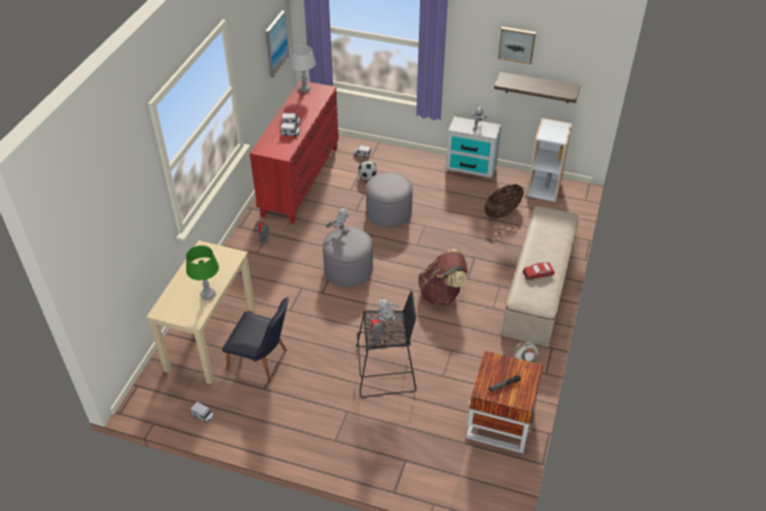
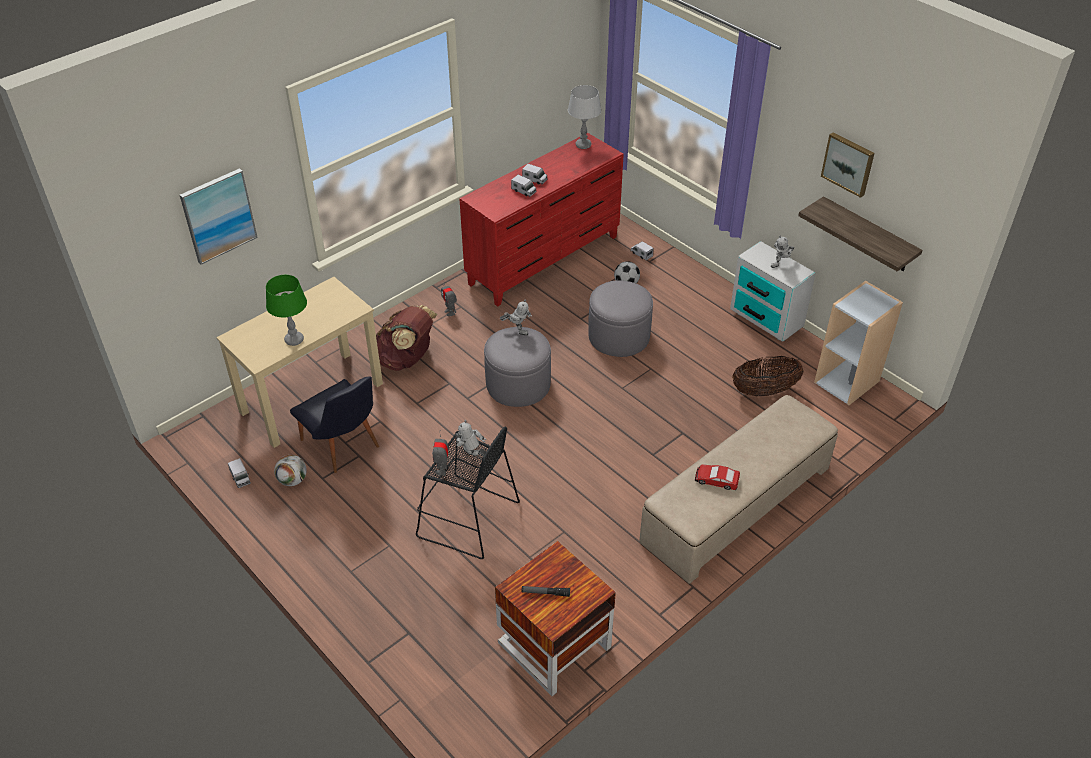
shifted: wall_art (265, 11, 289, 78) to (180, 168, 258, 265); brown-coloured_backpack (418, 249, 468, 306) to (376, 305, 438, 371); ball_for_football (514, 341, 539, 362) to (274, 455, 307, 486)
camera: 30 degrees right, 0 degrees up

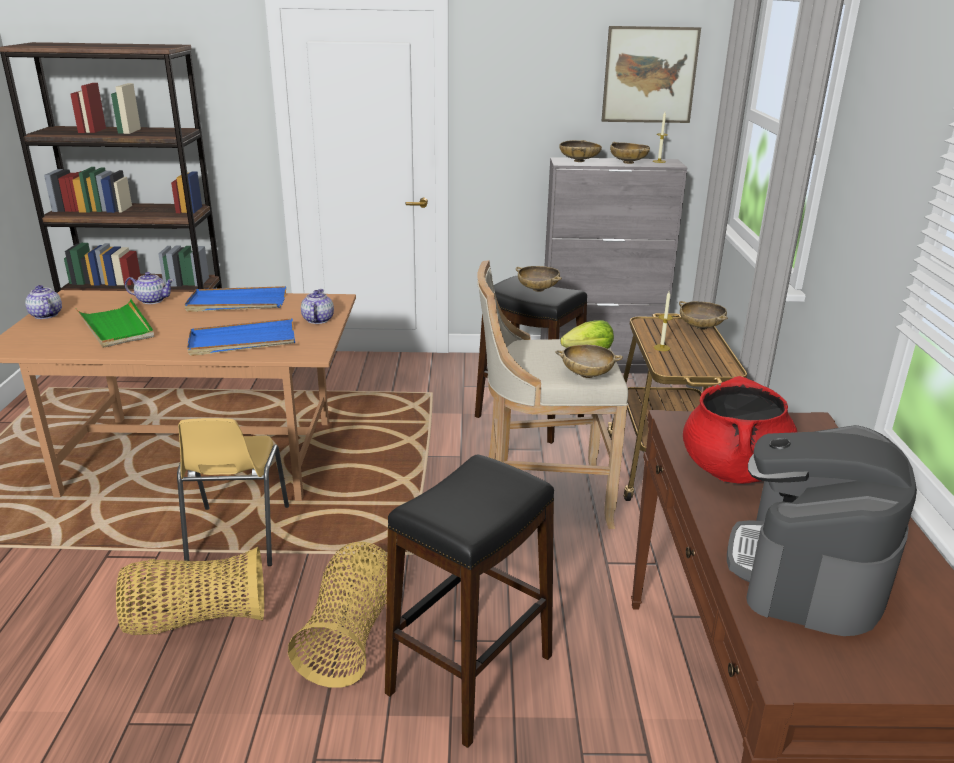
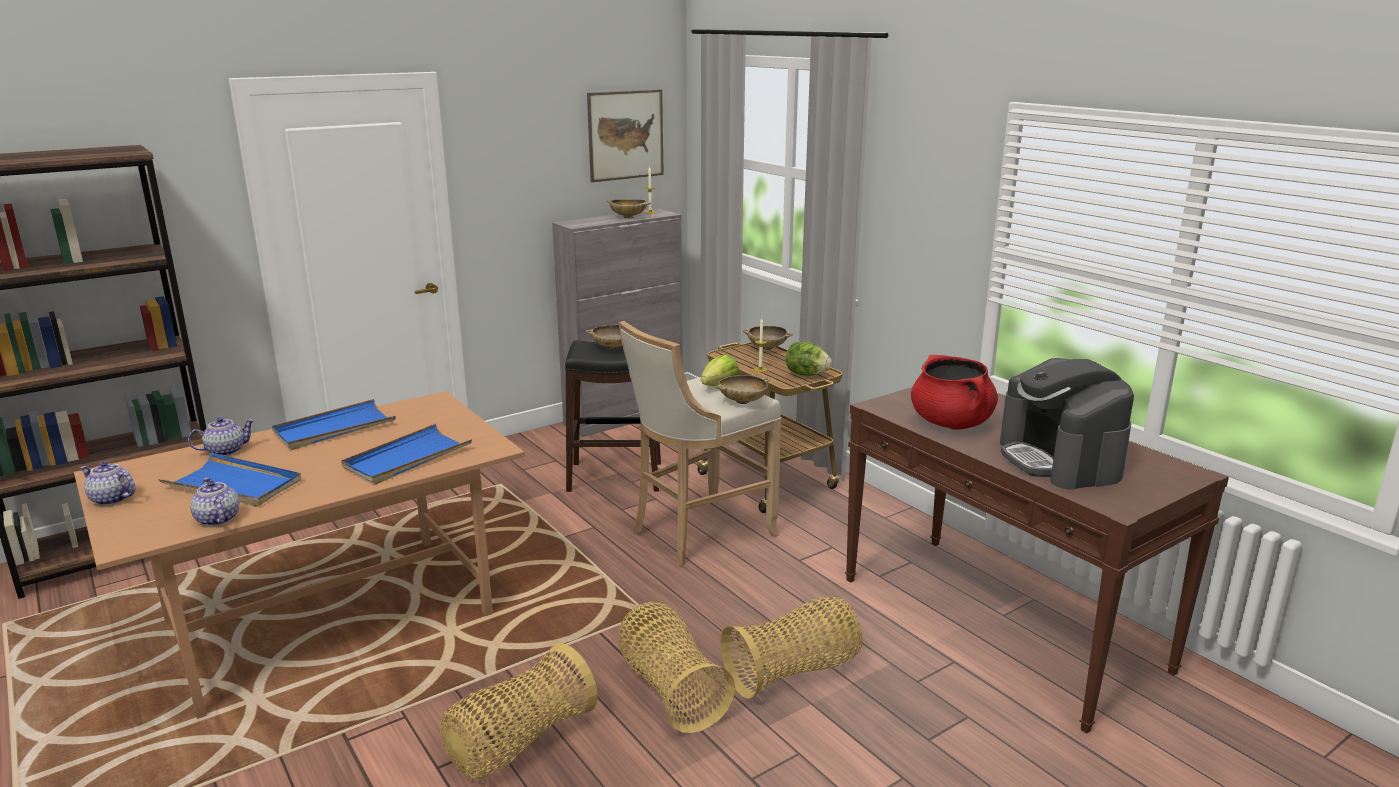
gone: yellow_chair (177, 418, 289, 568); beige-coloured_serving_bowl (559, 140, 602, 162)
new: lettuce (786, 342, 832, 376)
shifted: pot_for_tea (301, 289, 334, 324) to (190, 478, 239, 526)
swapped: blackish_stool_seat (385, 455, 554, 748) to basket (720, 596, 862, 699)
repainted: green_serving_tray (76, 299, 154, 348) to blue-coloured_serving_tray (158, 453, 301, 507)
camera: 35 degrees left, 5 degrees down

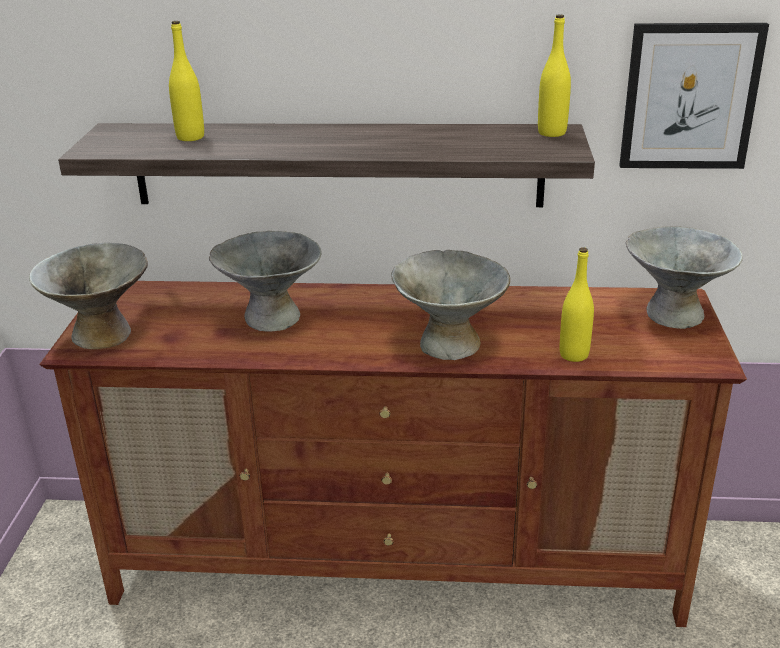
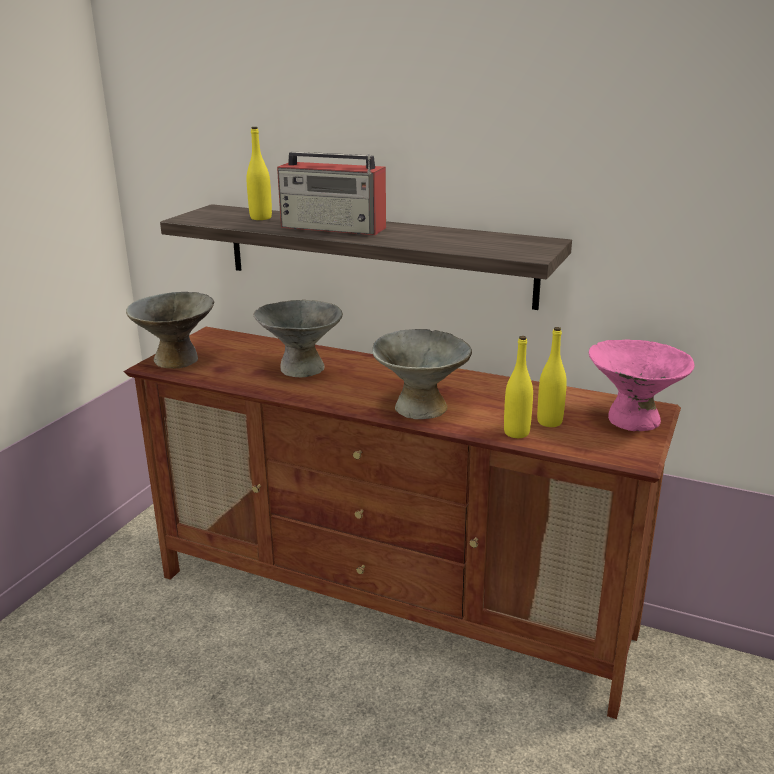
gone: wall_art (619, 23, 769, 169)
new: radio (277, 152, 386, 235)
shifted: yellow_beverage_bottle (538, 14, 571, 137) to (537, 327, 567, 427)
repainted: gray_serving_bowl (626, 226, 743, 329) to pink-coloured_serving_bowl (589, 340, 694, 431)
camera: 20 degrees right, 5 degrees down

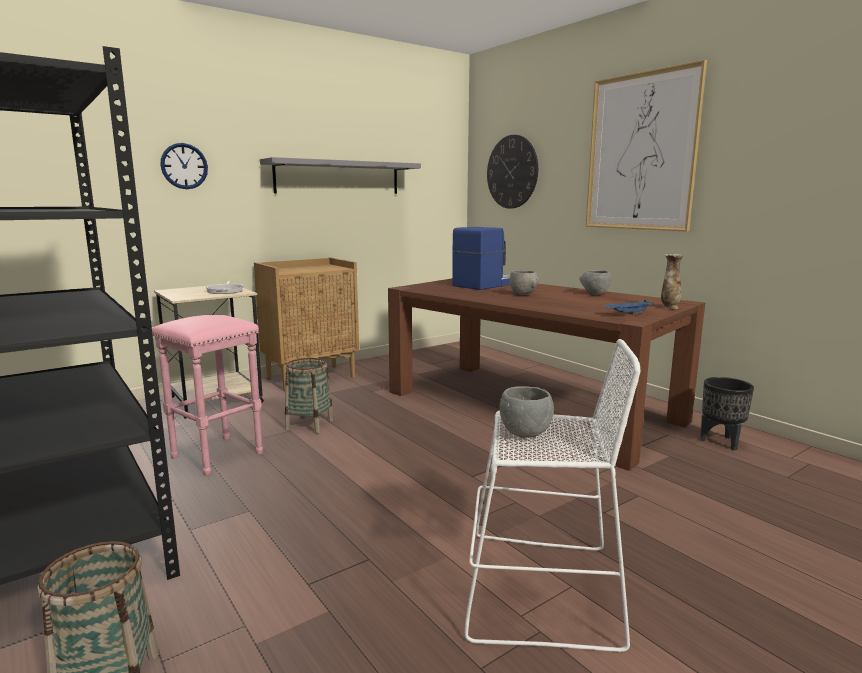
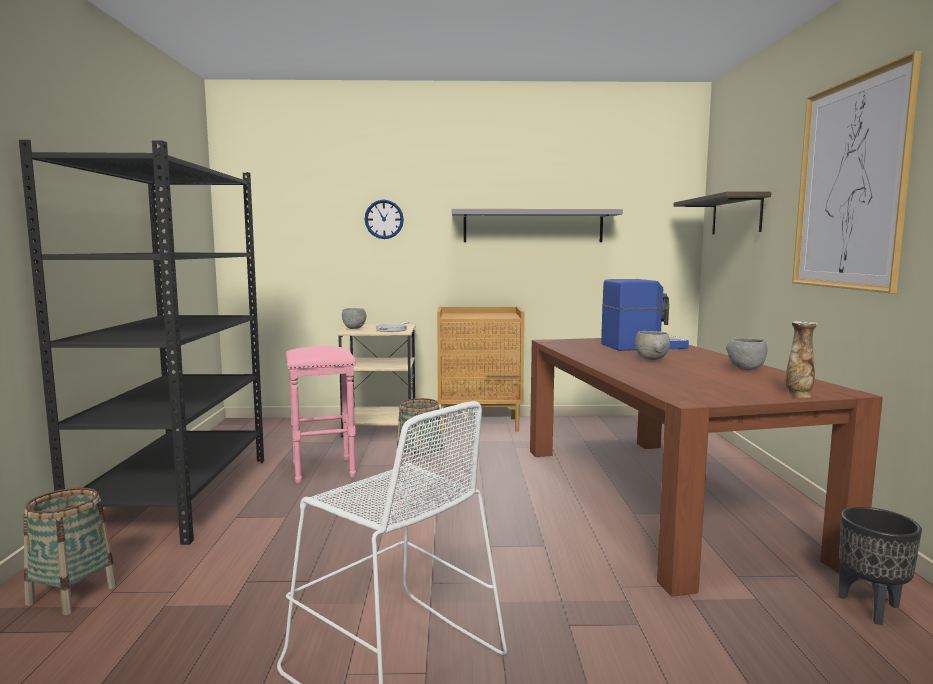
gone: blue-coloured_serving_tray (604, 300, 654, 315)
shifted: gray_serving_bowl (500, 386, 554, 438) to (342, 308, 367, 329)
swapped: wall_clock (487, 135, 538, 209) to wall_shelf (674, 192, 771, 234)
camera: 35 degrees right, 5 degrees down

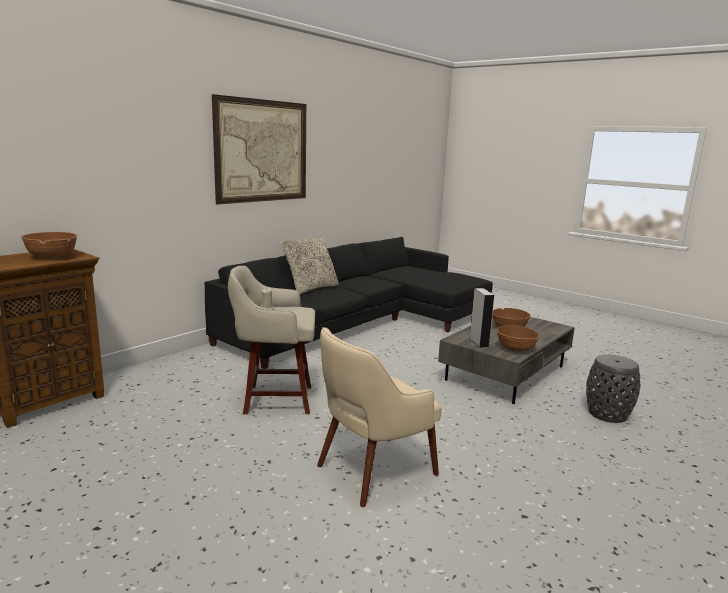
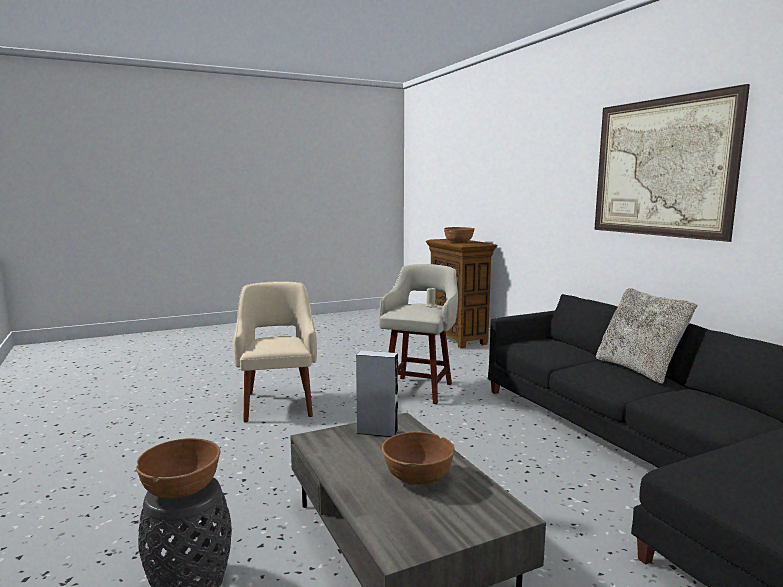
shifted: brown-coloured_serving_bowl (497, 325, 539, 352) to (136, 438, 220, 499)
camera: 115 degrees right, 5 degrees down

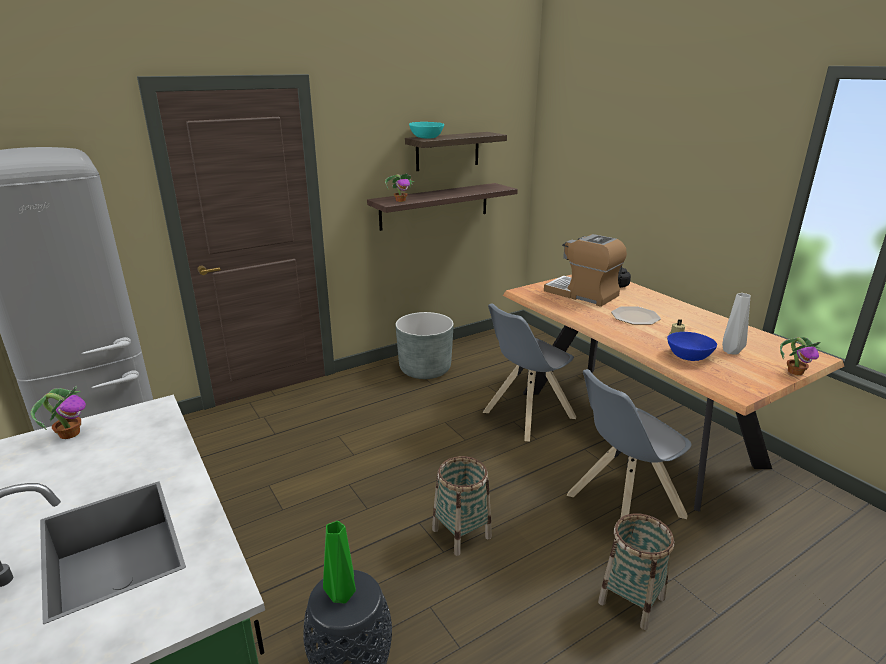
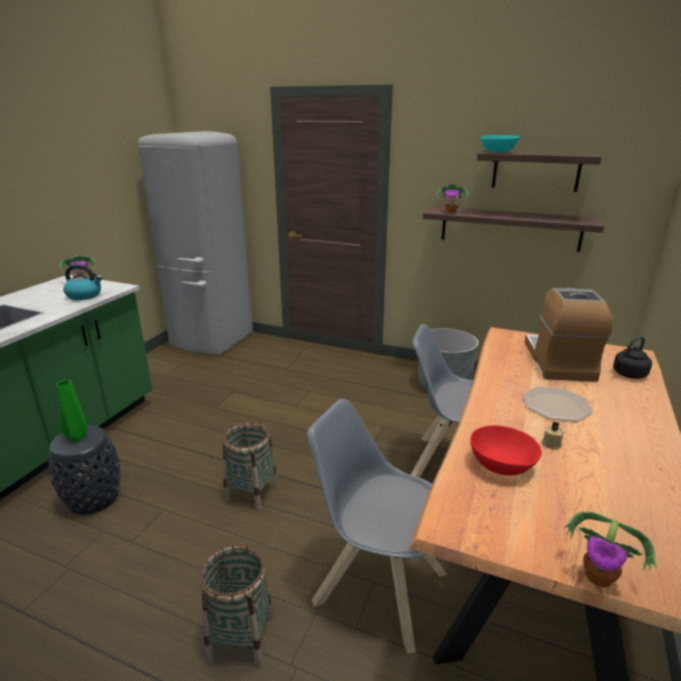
gone: gray_decorative_vase (722, 293, 750, 355)
new: water_kettle (63, 264, 102, 300)
repainted: blue-coloured_serving_bowl (667, 332, 717, 361) to red-coloured_serving_bowl (470, 425, 542, 475)
camera: 55 degrees right, 0 degrees up

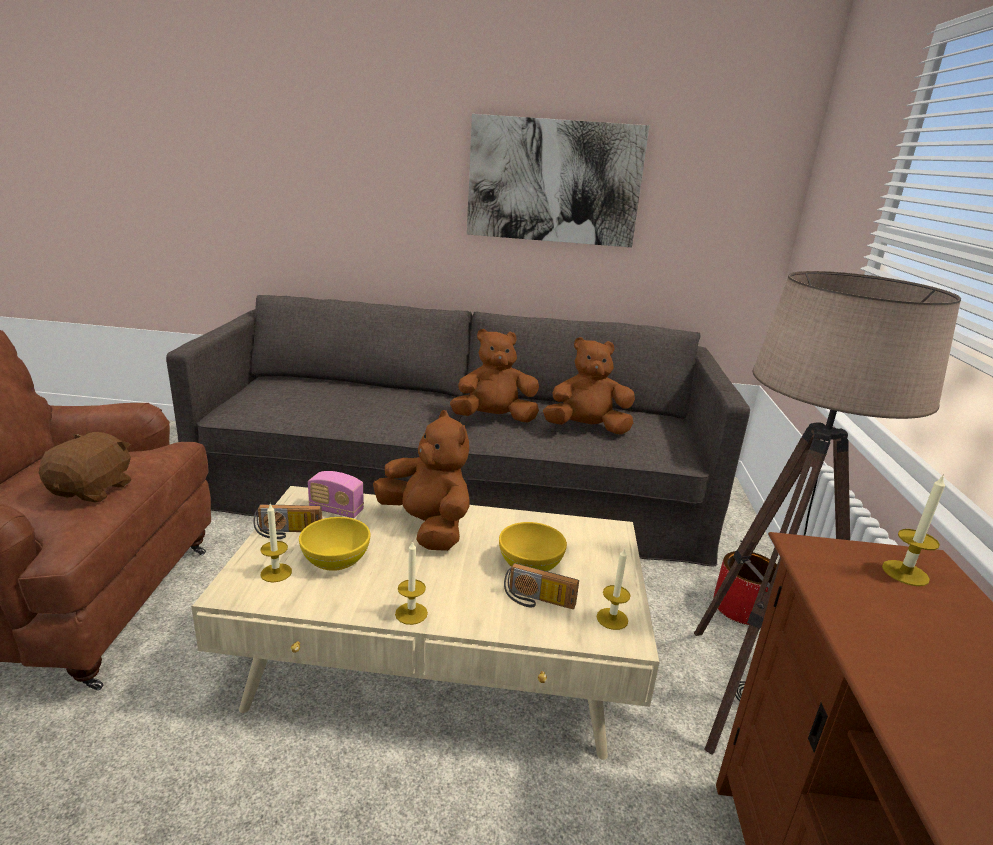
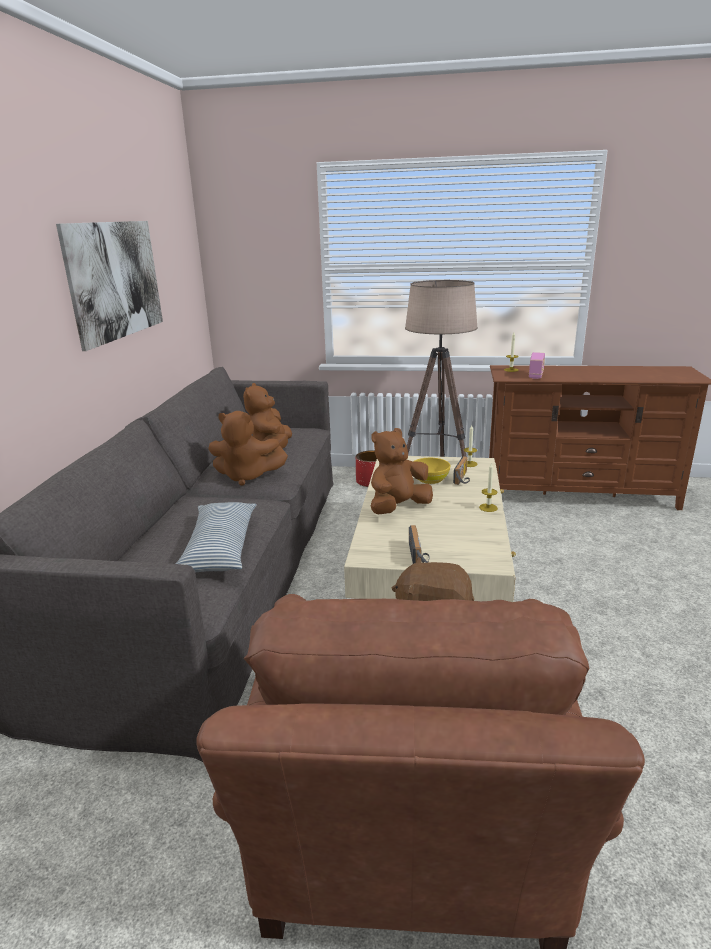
gone: candle (261, 504, 292, 582); yellow_serving_bowl (299, 517, 370, 571)
new: pillow (176, 502, 256, 572)
shifted: radio (308, 471, 364, 518) to (529, 352, 545, 379)
rotated: brown-coloured_plush_toy (450, 329, 539, 423) = (208, 411, 288, 486) 75 degrees counterclockwise
camera: 85 degrees left, 0 degrees up

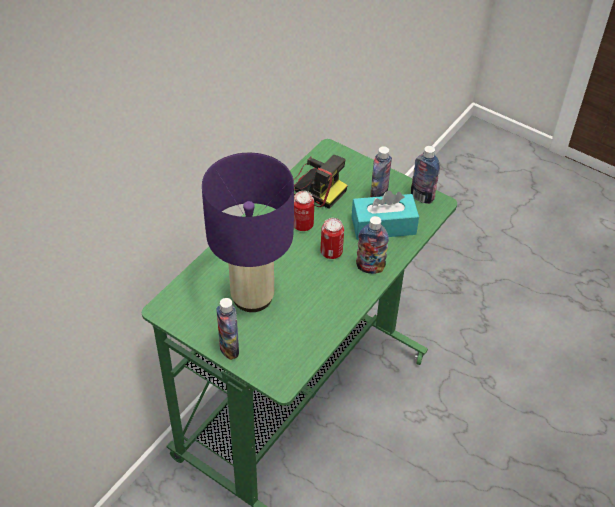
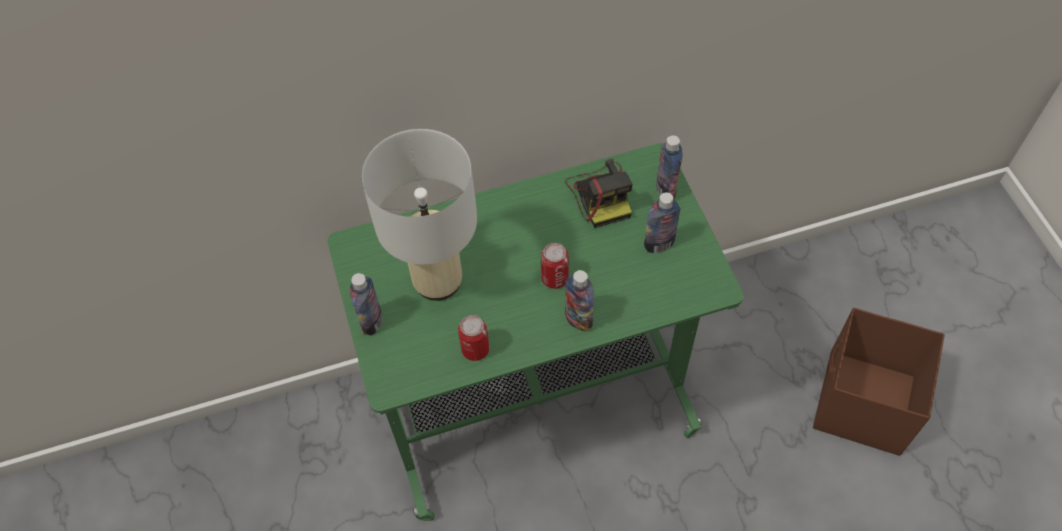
gone: blue-green_tissue_box (352, 190, 419, 240)
new: brown-coloured_storage_box (813, 308, 945, 456)
shifted: metal_can (294, 191, 314, 231) to (458, 315, 489, 361); beverage_bottle (411, 146, 440, 204) to (656, 135, 683, 200)
repainted: purple-coloured_table_lamp (202, 153, 294, 312) to white_table_lamp (362, 128, 477, 301)
camera: 40 degrees right, 10 degrees up

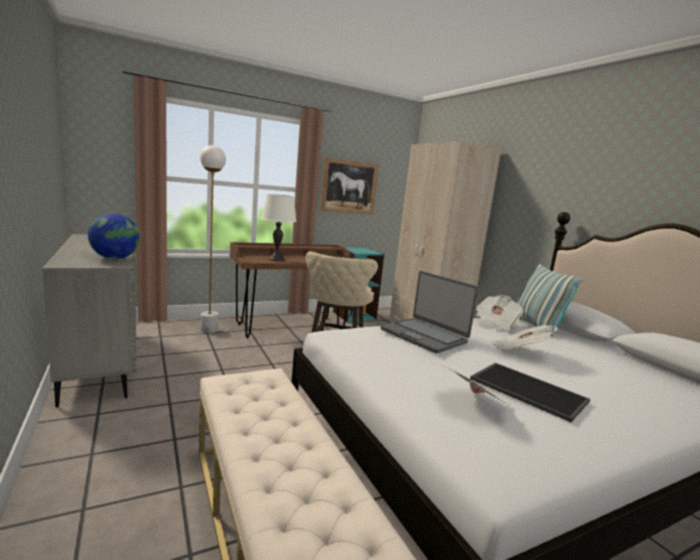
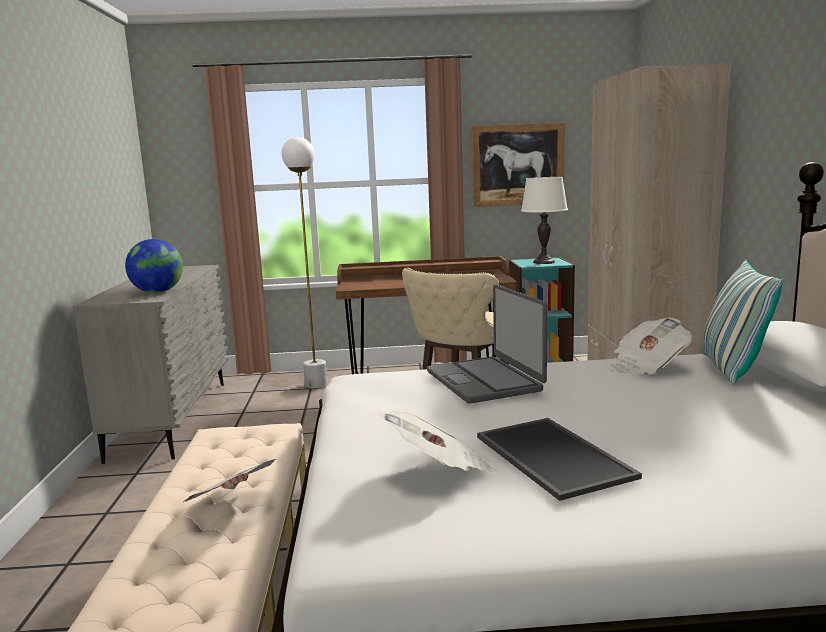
shifted: white_table_lamp (261, 194, 297, 261) to (521, 177, 568, 264); daily_paper (492, 325, 558, 351) to (183, 459, 276, 502)
camera: 25 degrees right, 0 degrees up

